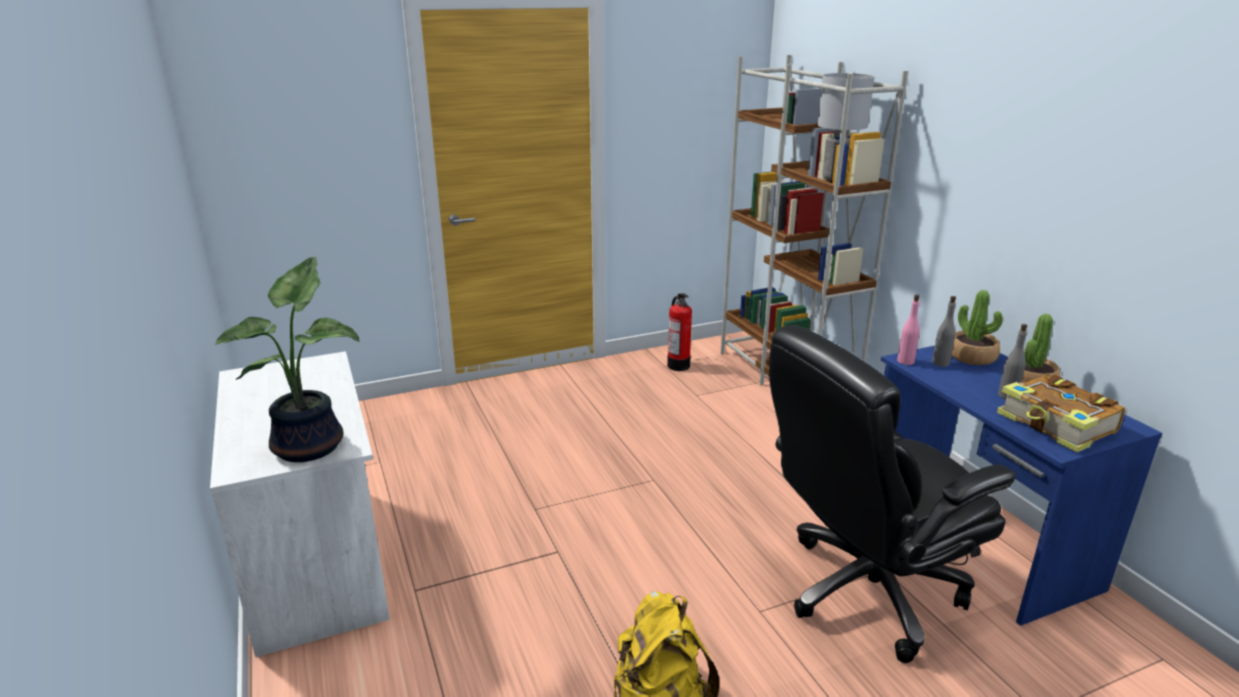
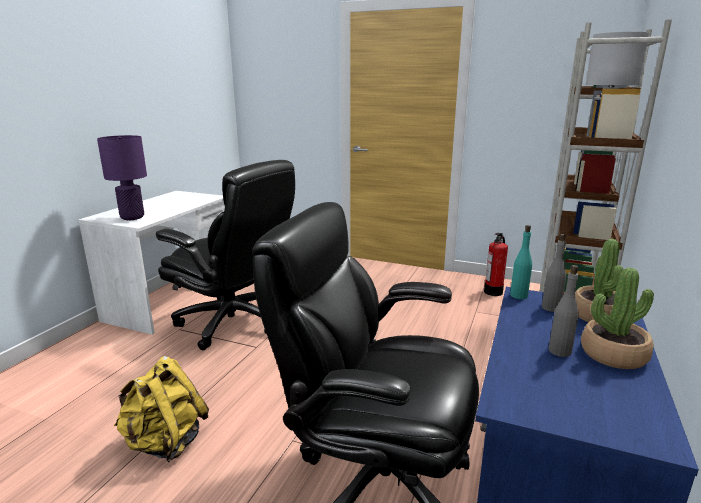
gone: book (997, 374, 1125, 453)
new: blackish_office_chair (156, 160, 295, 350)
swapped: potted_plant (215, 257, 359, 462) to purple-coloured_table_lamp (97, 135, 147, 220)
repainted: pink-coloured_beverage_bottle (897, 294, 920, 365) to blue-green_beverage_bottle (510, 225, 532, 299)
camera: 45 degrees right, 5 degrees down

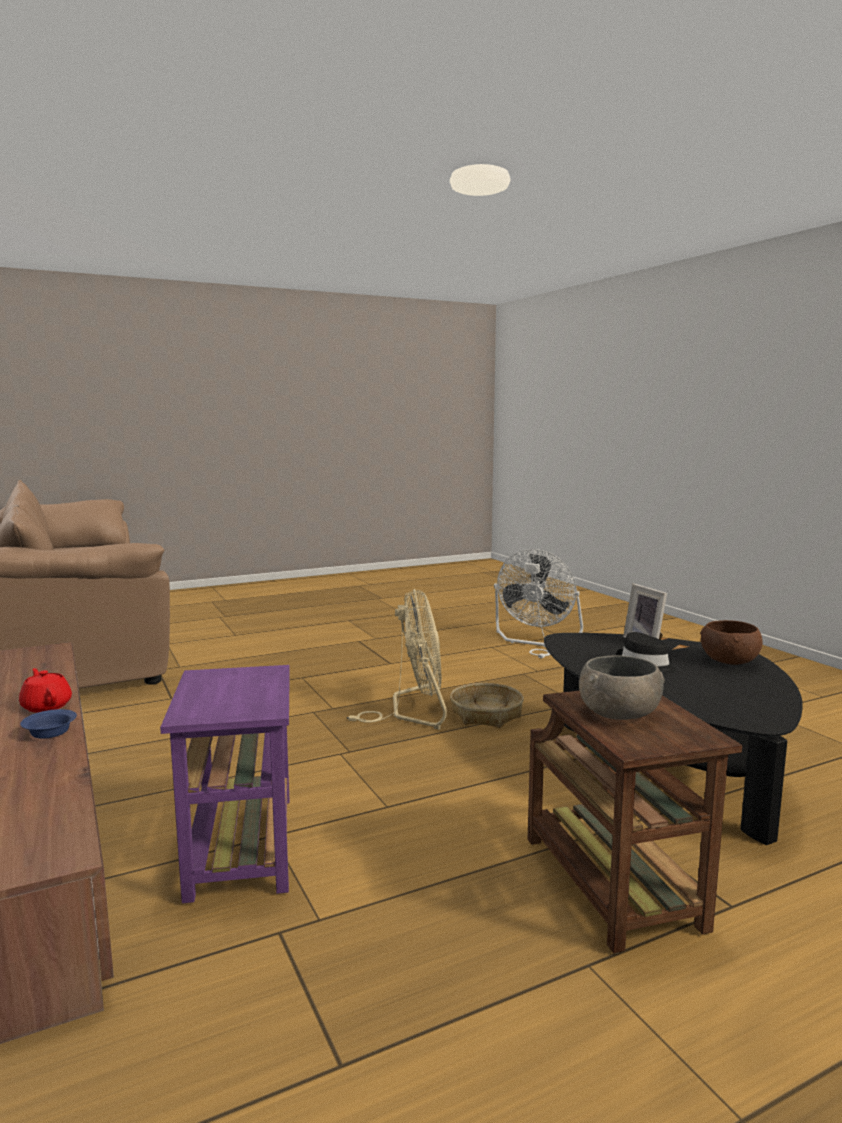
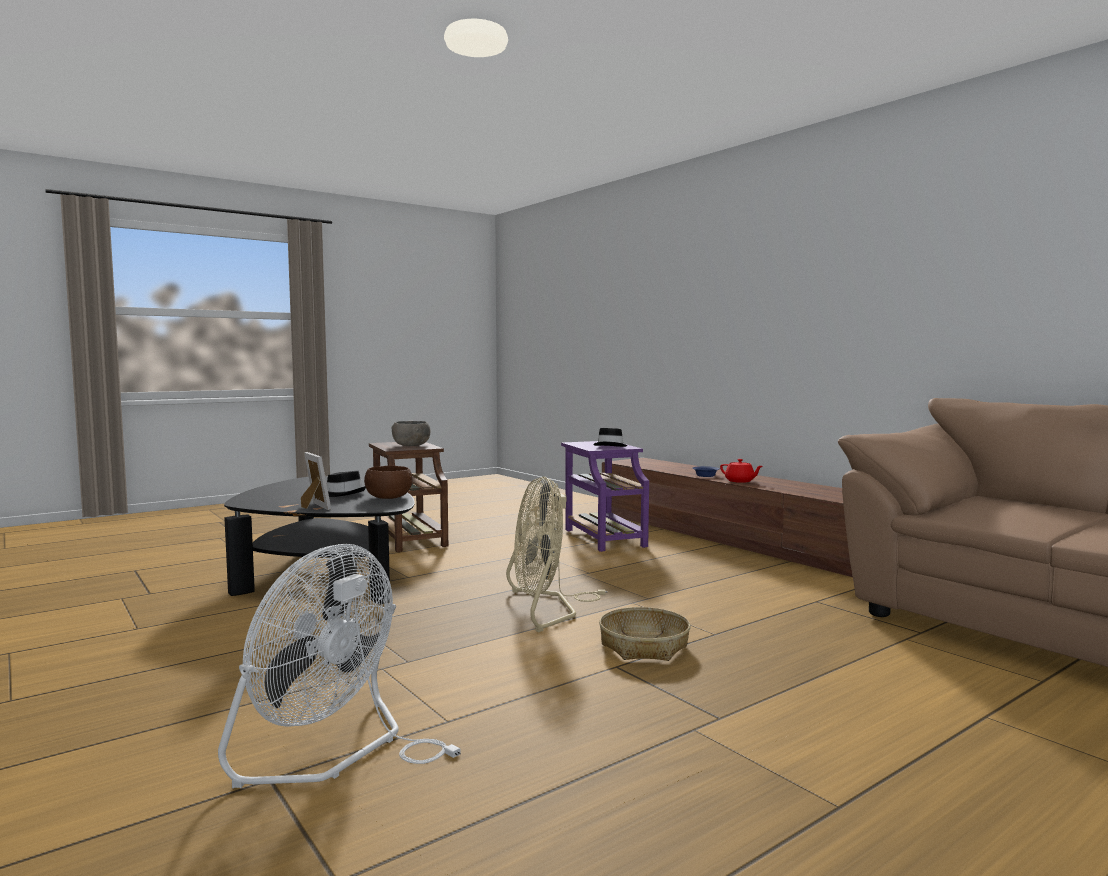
new: blackish_hat (593, 428, 627, 447)
shifted: basket (450, 683, 524, 728) to (599, 607, 691, 661); brown-coloured_serving_bowl (700, 620, 763, 665) to (364, 465, 413, 499)
rotated: white_cooling_fan (494, 549, 583, 658) = (218, 544, 461, 788) 105 degrees clockwise
camera: 170 degrees right, 5 degrees down

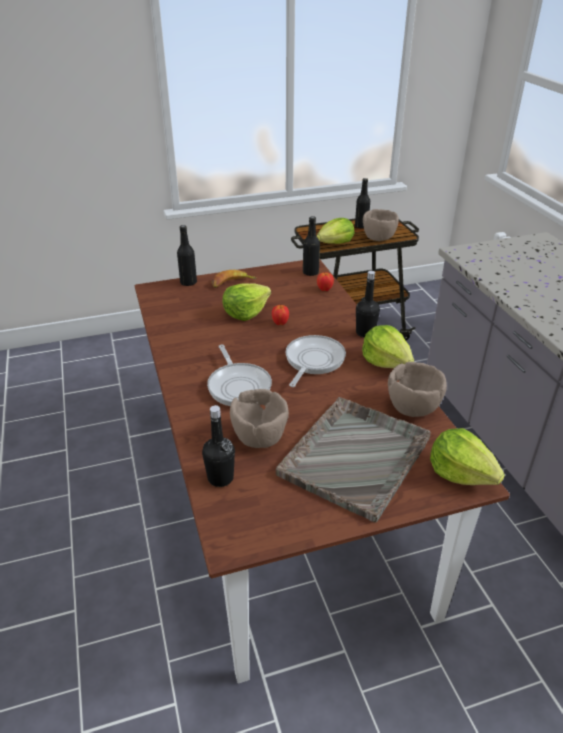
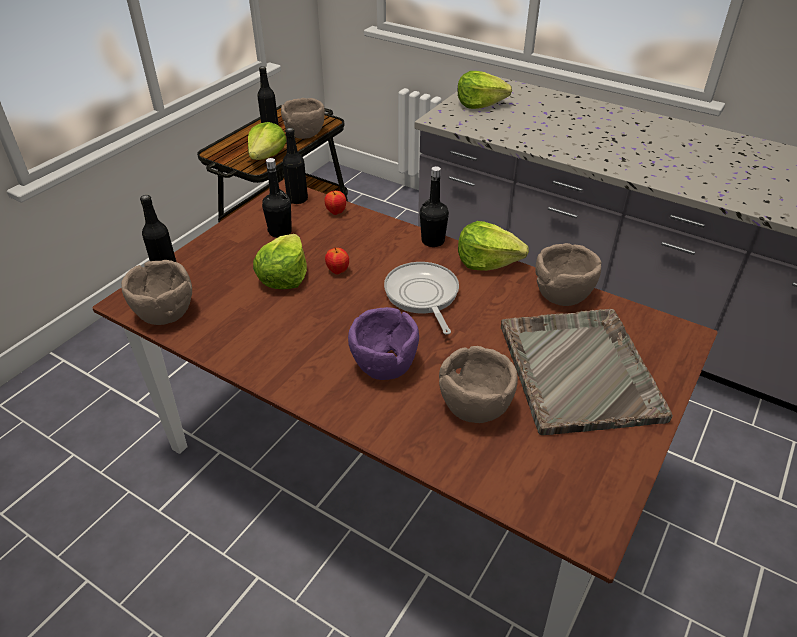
gone: banana_fruit (212, 270, 257, 288)
new: brown-coloured_serving_bowl (121, 260, 192, 325)
shifted: blackish_beverage_bottle (202, 405, 235, 487) to (262, 158, 292, 238); lettuce (430, 428, 505, 485) to (458, 71, 512, 109)
swapped: pan (207, 345, 272, 406) to purple-coloured_serving_bowl (348, 307, 419, 380)
camera: 40 degrees left, 5 degrees up

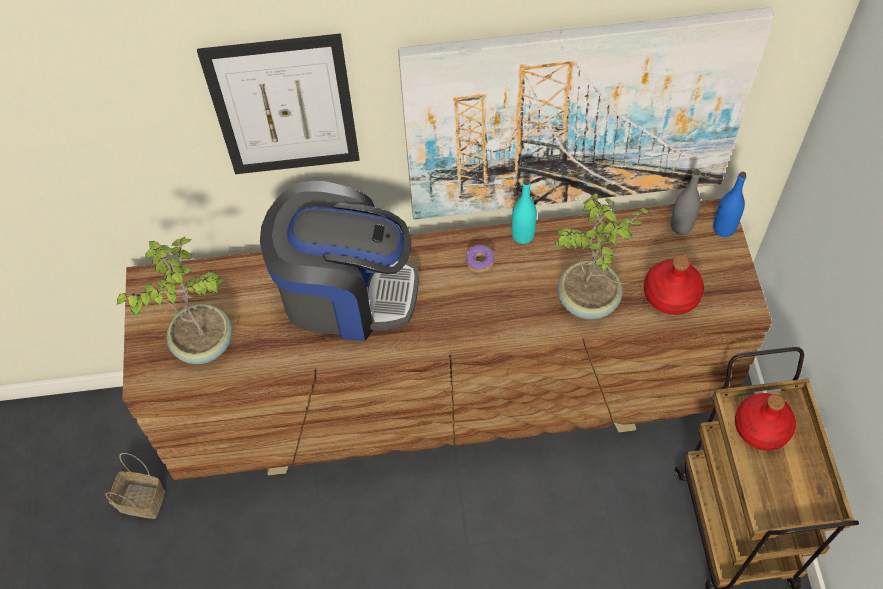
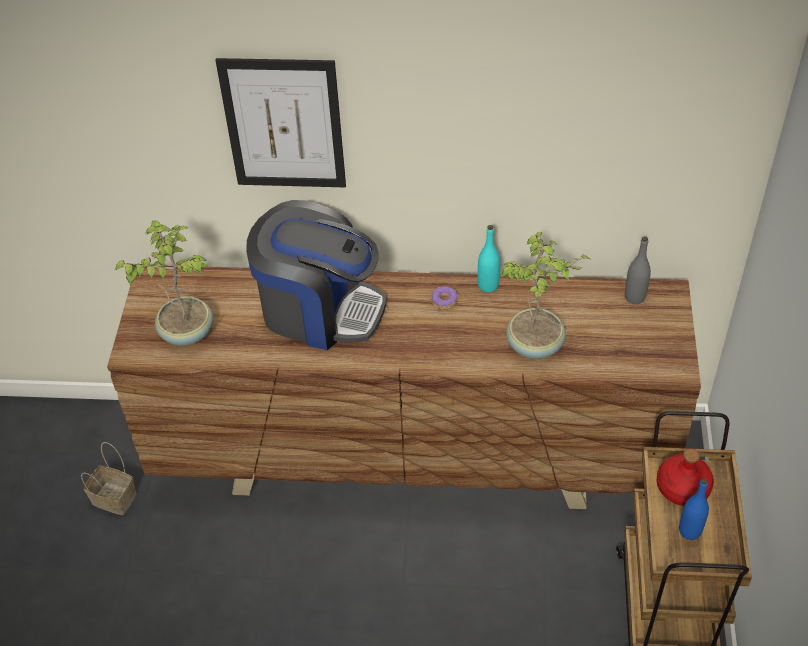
gone: wall_art (398, 7, 775, 220); red-coloured_beverage_bottle (644, 255, 704, 315)
shifted: blue-coloured_beverage_bottle (713, 172, 746, 237) to (679, 478, 709, 540)
camera: 10 degrees right, 10 degrees down

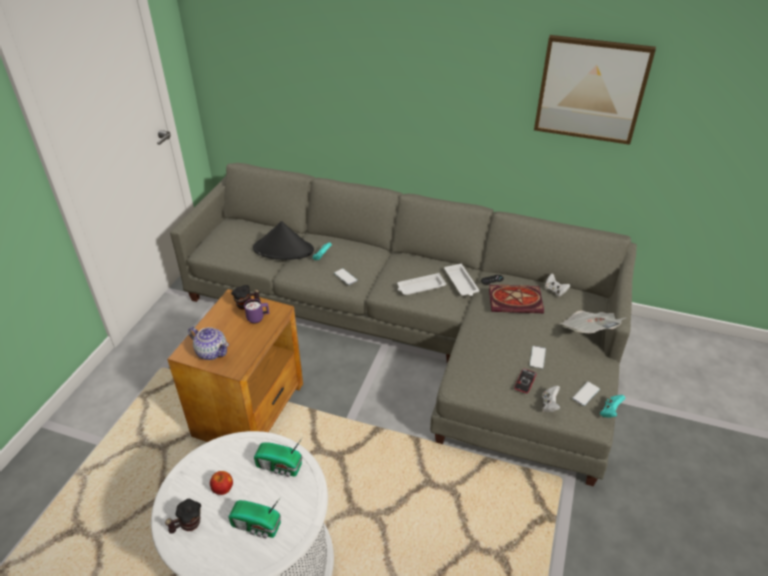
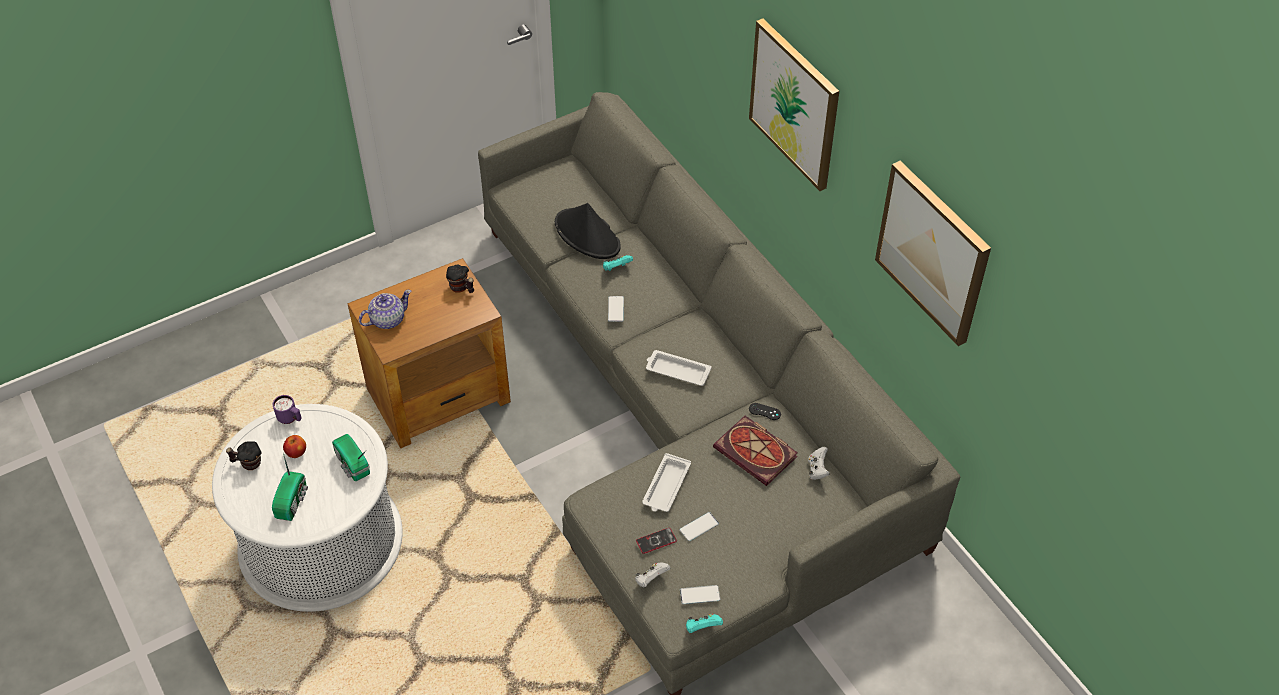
gone: daily_paper (560, 310, 626, 333)
new: wall_art (749, 18, 839, 191)
shifted: purple-coloured_mug (244, 299, 269, 324) to (273, 395, 302, 424); white_serving_tray (444, 264, 479, 296) to (642, 453, 691, 512)
rotated: pot_for_tea (188, 327, 229, 360) = (359, 290, 411, 329) 105 degrees counterclockwise; radio (229, 498, 281, 539) = (272, 453, 308, 521) 135 degrees counterclockwise
camera: 40 degrees right, 10 degrees up

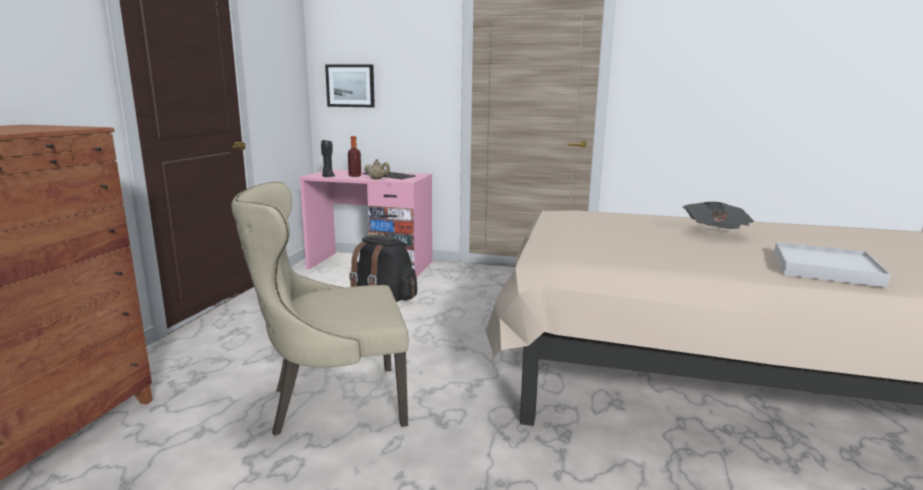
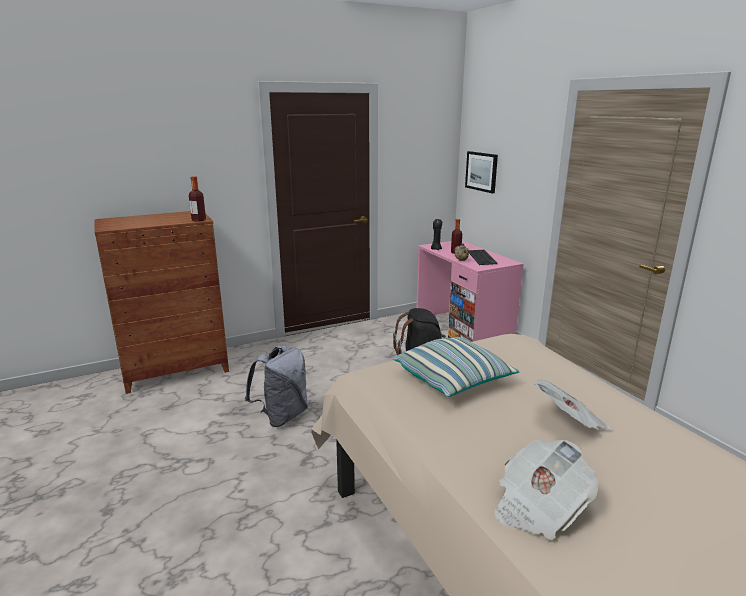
new: beverage_bottle (189, 176, 206, 221); pillow (393, 337, 519, 397)
swapped: beige-coloured_chair (231, 182, 409, 436) to gray_backpack (245, 346, 308, 427); white_serving_tray (774, 242, 890, 287) to daily_paper (494, 439, 598, 540)
camera: 50 degrees right, 5 degrees up

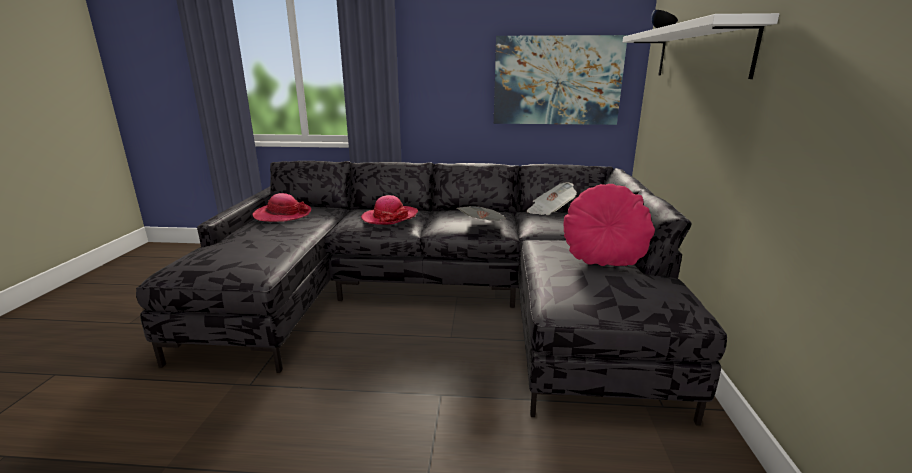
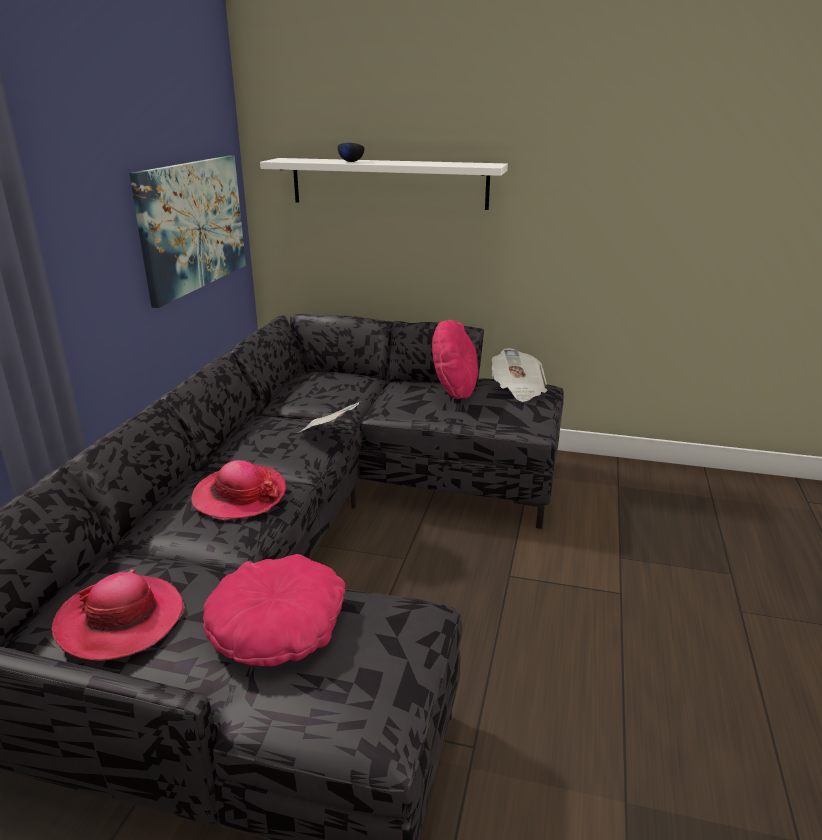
new: pink-coloured_pillow (203, 554, 345, 667)
shifted: daily_paper (527, 182, 577, 215) to (492, 348, 547, 402)
camera: 80 degrees left, 5 degrees up

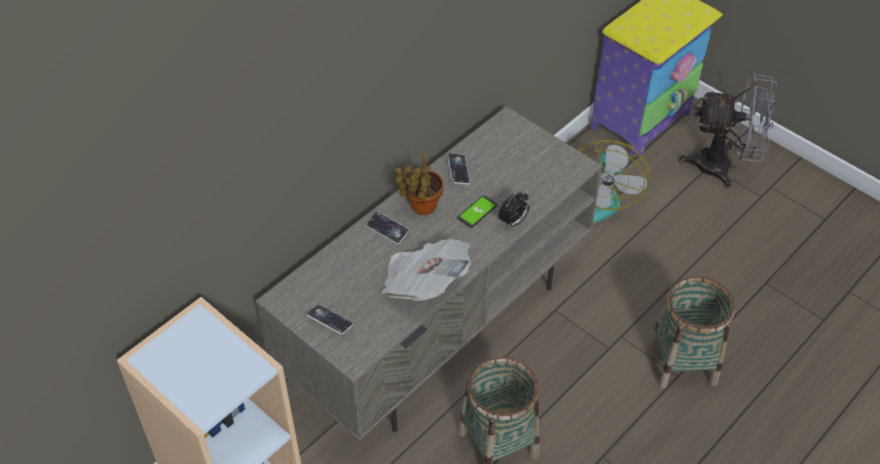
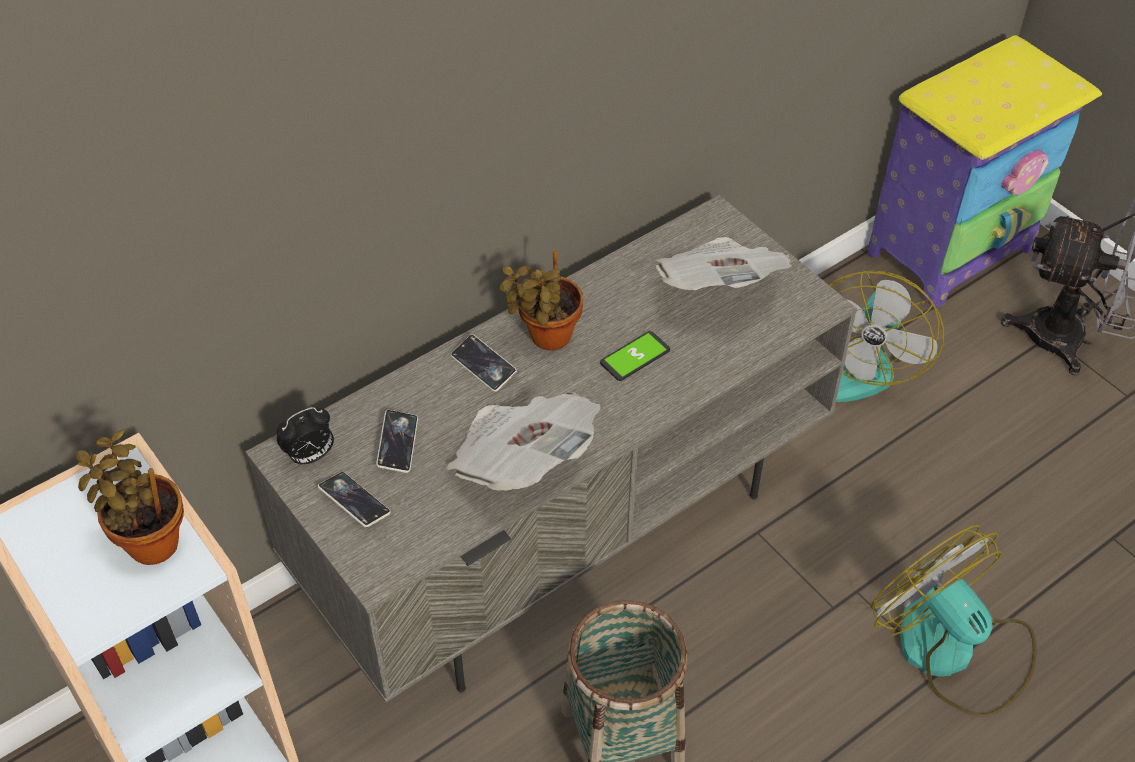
new: potted_plant (75, 429, 184, 565); daily_paper (656, 237, 791, 290)
shifted: phone (447, 153, 470, 185) to (376, 410, 418, 473); alarm_clock (498, 191, 529, 228) to (277, 407, 334, 466)
swapped: basket (650, 276, 735, 389) to cooling_fan (870, 524, 1037, 717)
camera: 10 degrees right, 0 degrees up

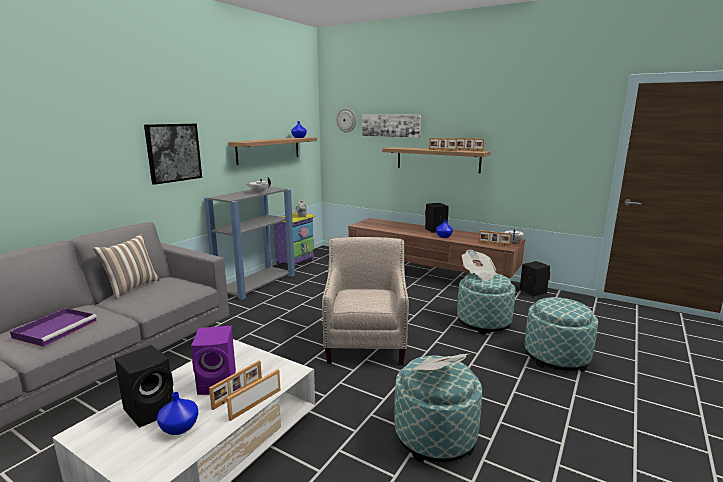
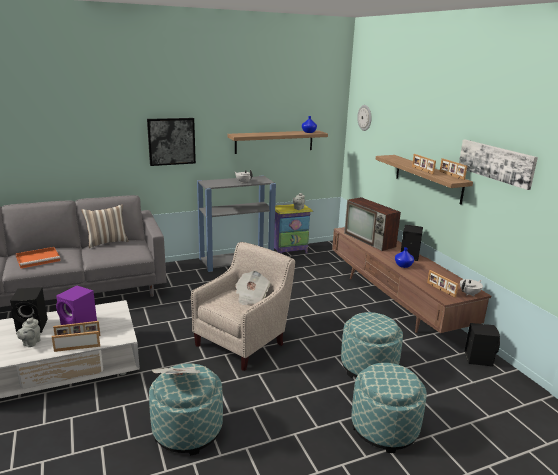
new: television (344, 197, 401, 251)
shifted: wall_art (362, 115, 421, 138) to (459, 140, 538, 190); daily_paper (461, 250, 497, 281) to (235, 270, 271, 305)
swapped: blue-coloured_decorative_vase (157, 392, 198, 435) to gray_pot_for_tea (16, 317, 41, 347)
repainted: purple-coloured_serving_tray (10, 308, 97, 347) to orange_serving_tray (16, 247, 61, 269)
camera: 35 degrees right, 5 degrees up

